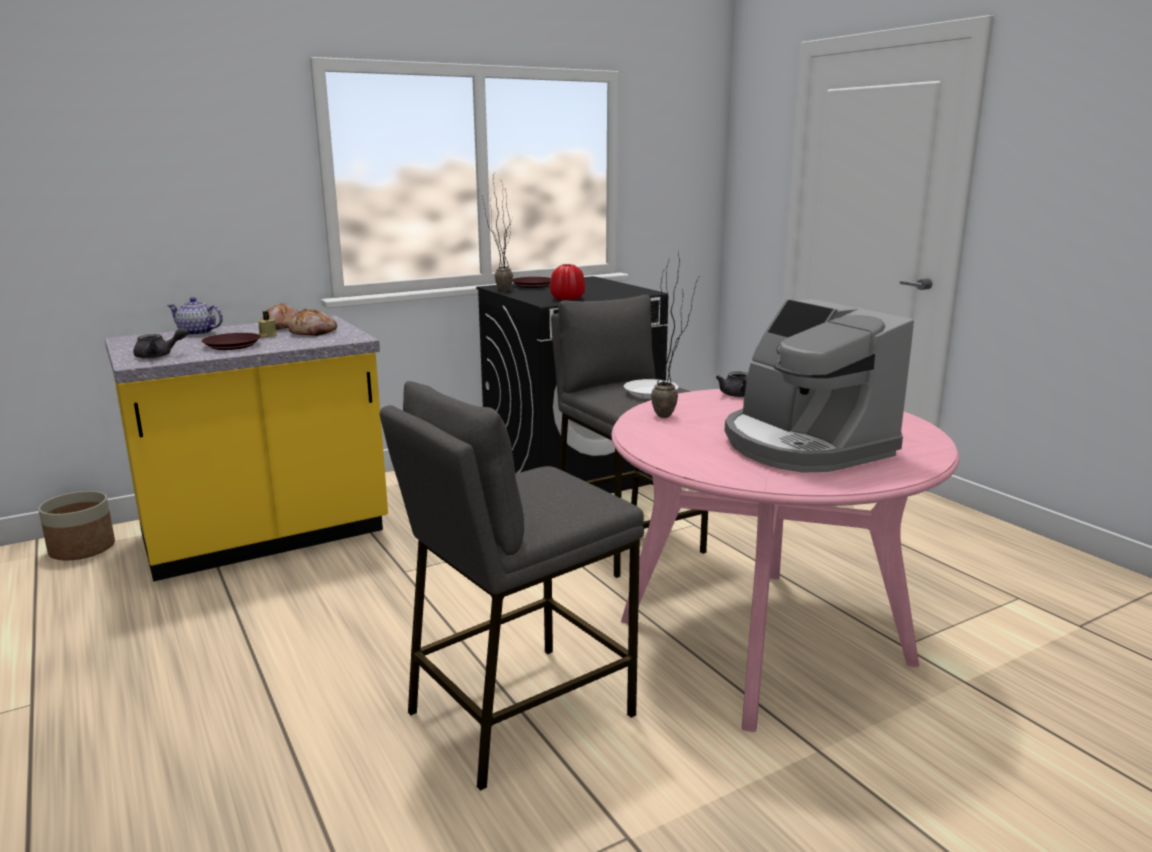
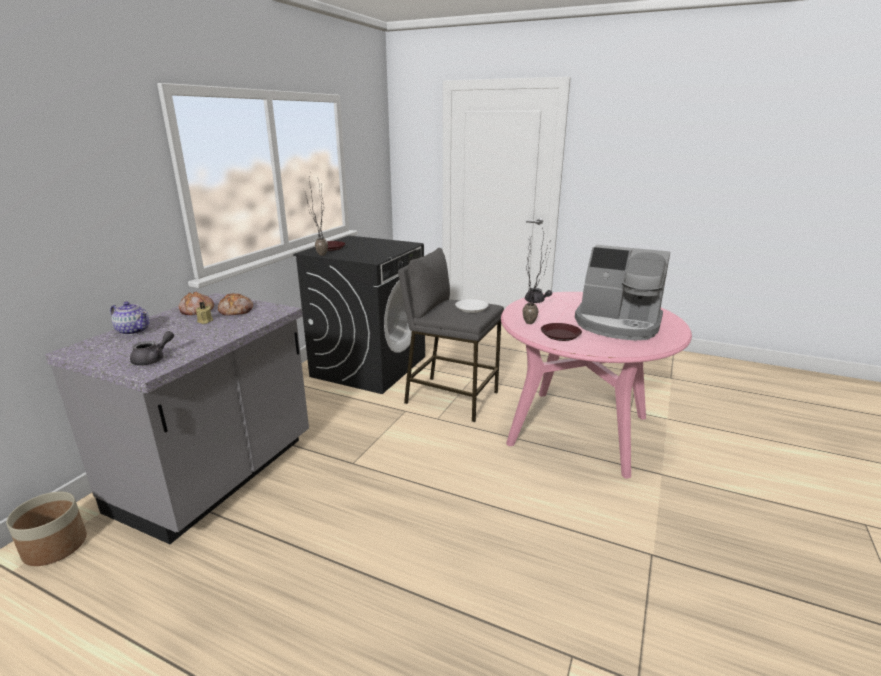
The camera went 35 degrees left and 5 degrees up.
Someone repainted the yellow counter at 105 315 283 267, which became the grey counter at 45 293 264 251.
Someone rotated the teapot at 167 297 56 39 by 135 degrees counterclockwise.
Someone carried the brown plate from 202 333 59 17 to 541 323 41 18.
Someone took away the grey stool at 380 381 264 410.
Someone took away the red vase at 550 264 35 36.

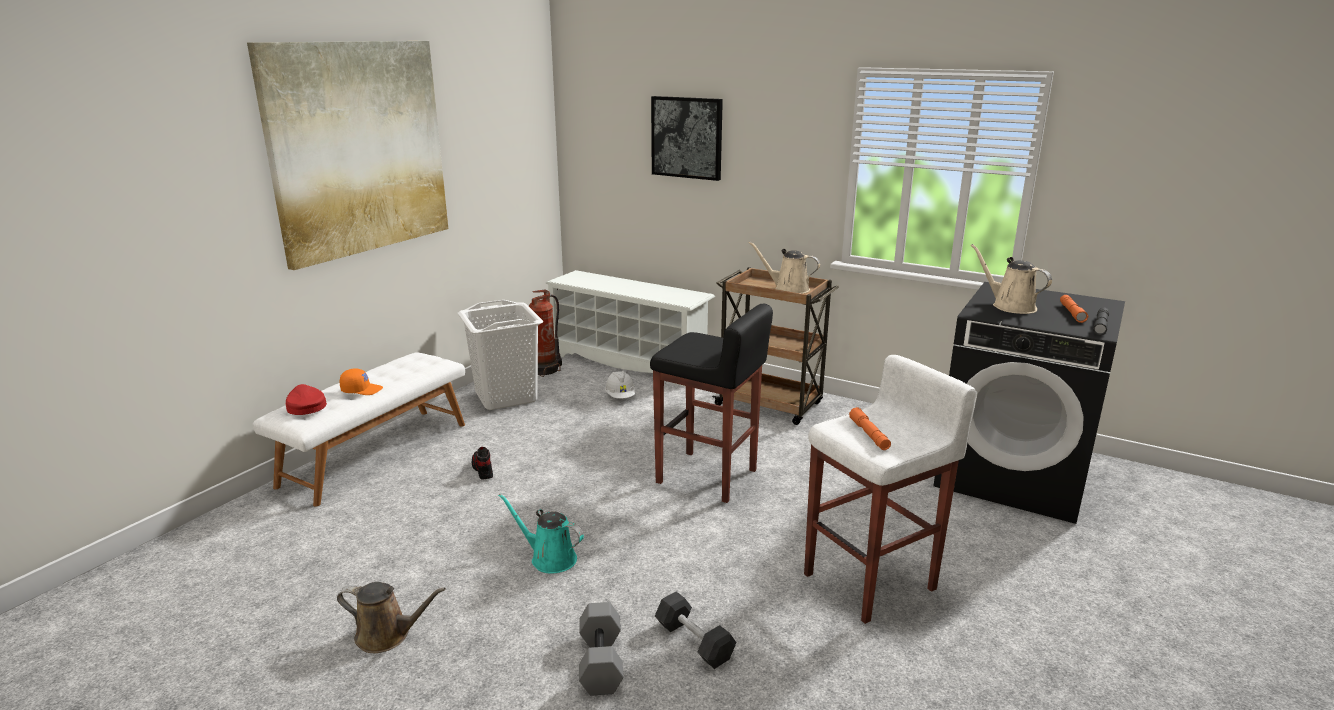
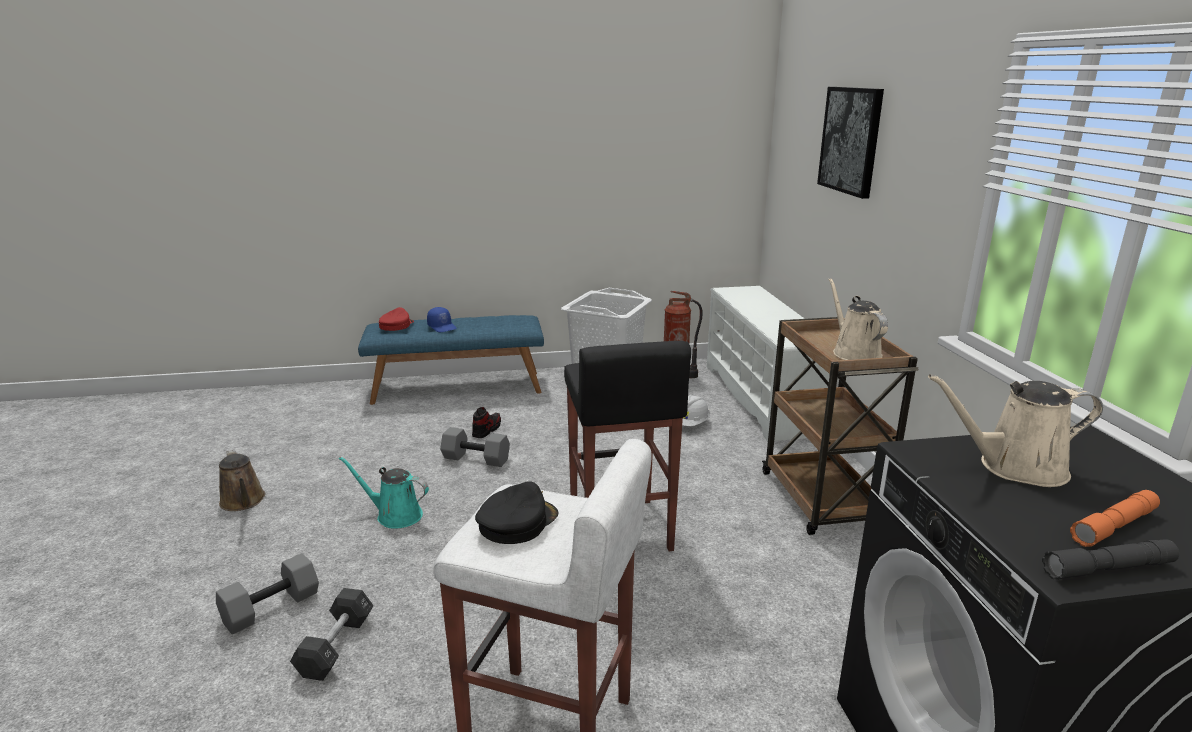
The camera went 50 degrees right and 0 degrees up.
Someone rotated the turquoise watering can at 498 494 86 79 by 60 degrees counterclockwise.
Someone repainted the white bench at 253 352 212 155, which became the blue bench at 358 315 186 90.
Someone repainted the orange cap at 340 368 43 27, which became the blue cap at 427 307 30 25.
Someone put down the grey dumbbell at 440 427 70 40.
Someone swapped the orange flashlight at 849 407 42 43 for the black cap at 475 481 84 63.
Someone rotated the beige watering can at 971 244 81 70 by 105 degrees counterclockwise.
Someone took away the picture at 247 41 201 229.

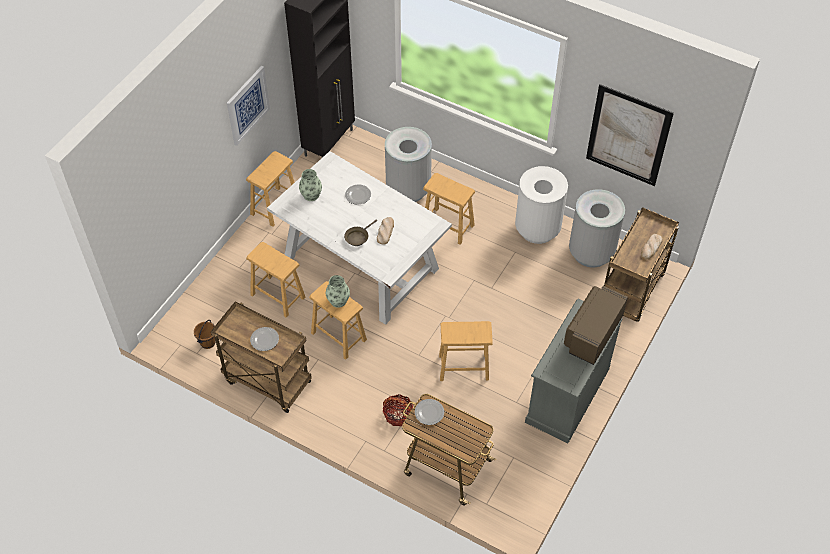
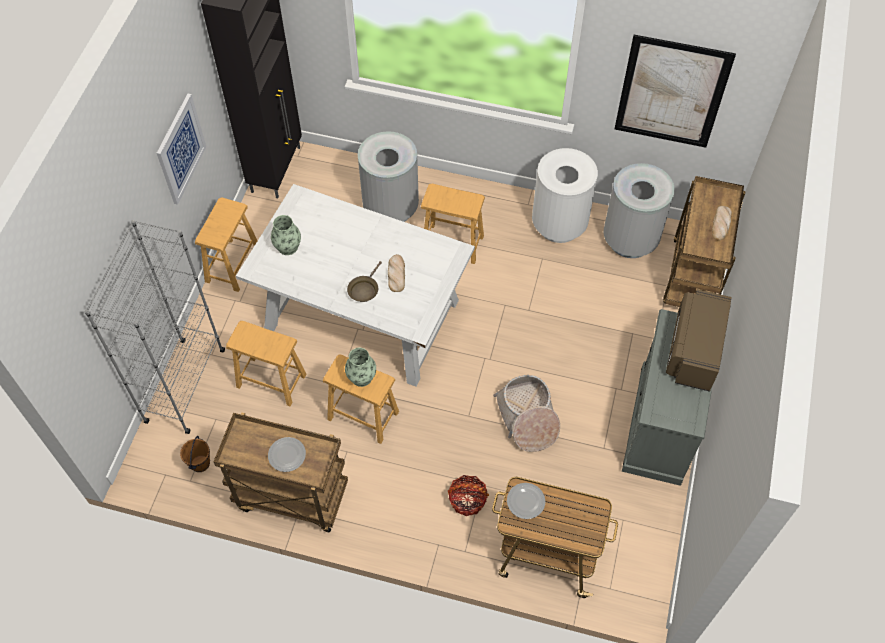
The camera went 15 degrees left and 5 degrees up.
Someone put down the grey bookcase at 85 220 140 214.
Someone swapped the brown stool at 439 321 54 60 for the basket at 493 375 67 77.
Someone took away the plate at 345 185 26 20.

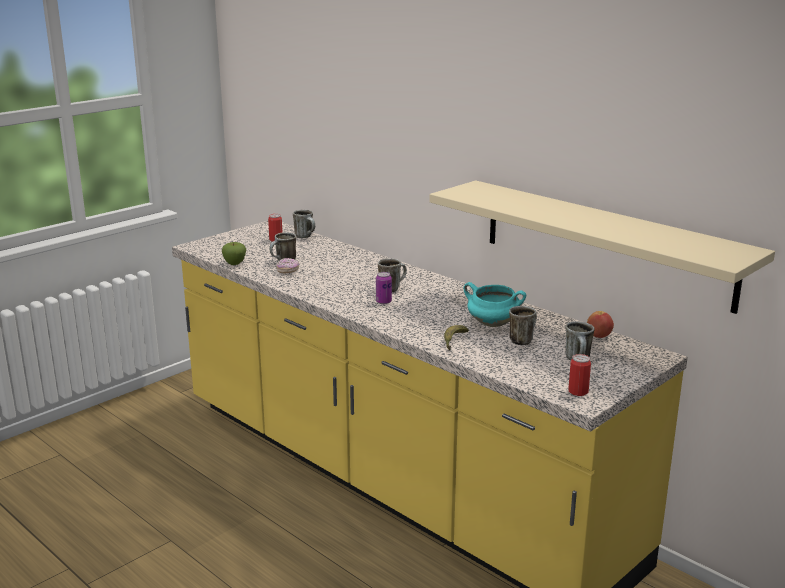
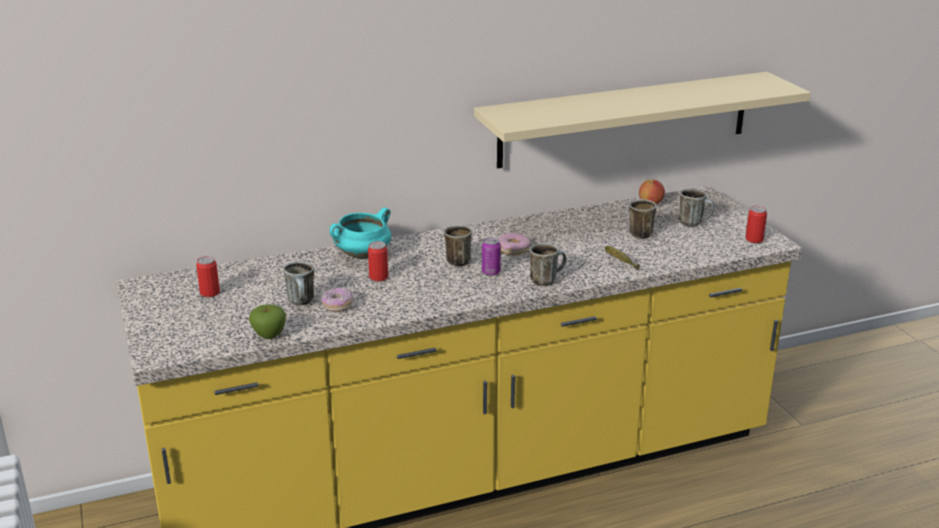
The camera went 65 degrees left and 5 degrees up.
Someone carried the turquoise cooking pot from 463 282 63 45 to 330 207 61 52.
Someone put down the can at 368 241 20 40.
Someone put down the donut at 498 233 32 22.
Someone carried the mug from 293 210 22 28 to 530 243 37 43.

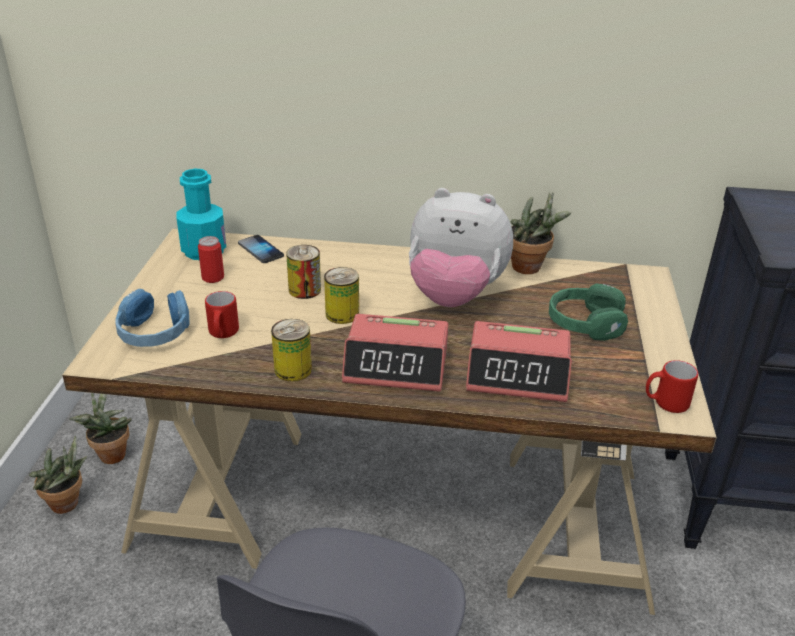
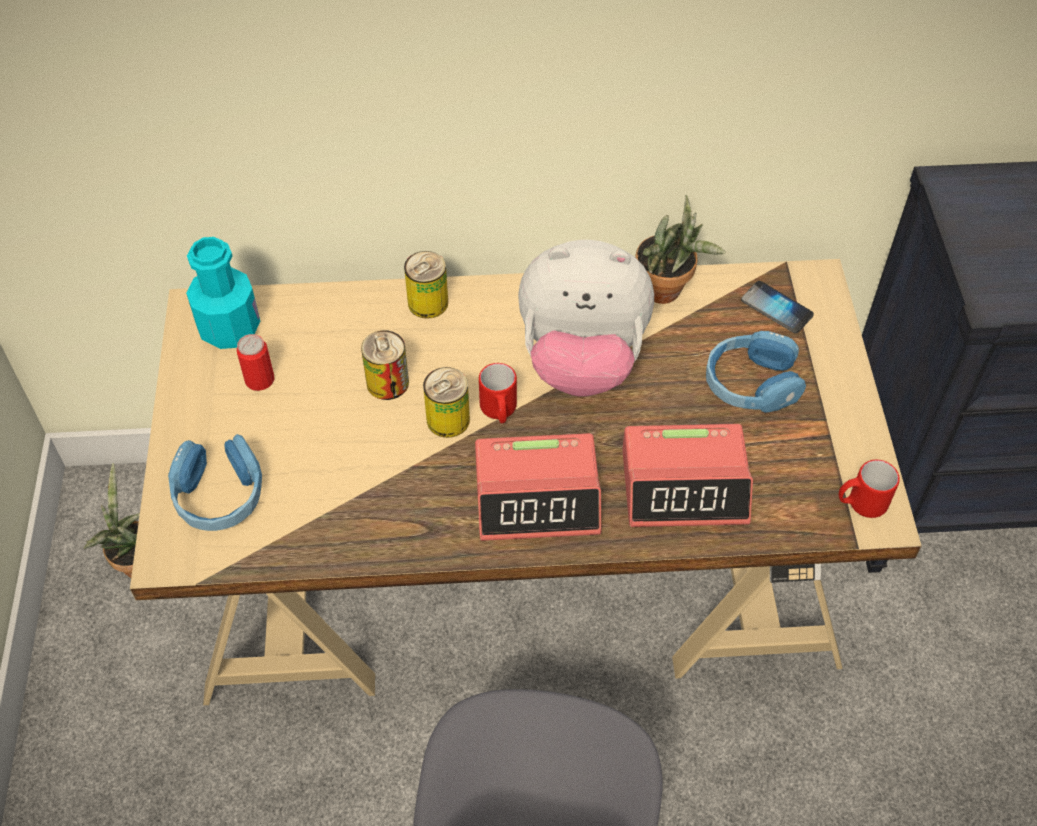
The camera went 10 degrees left and 20 degrees up.
Someone carried the can from 271 319 41 63 to 404 251 44 68.
Someone carried the red mug from 205 291 34 47 to 479 363 38 60.
Someone repainted the green headphones at 549 284 79 57, which became the blue headphones at 706 331 100 82.
Someone carried the phone from 238 235 46 28 to 741 281 73 52.
Someone took away the potted plant at 29 436 58 78.

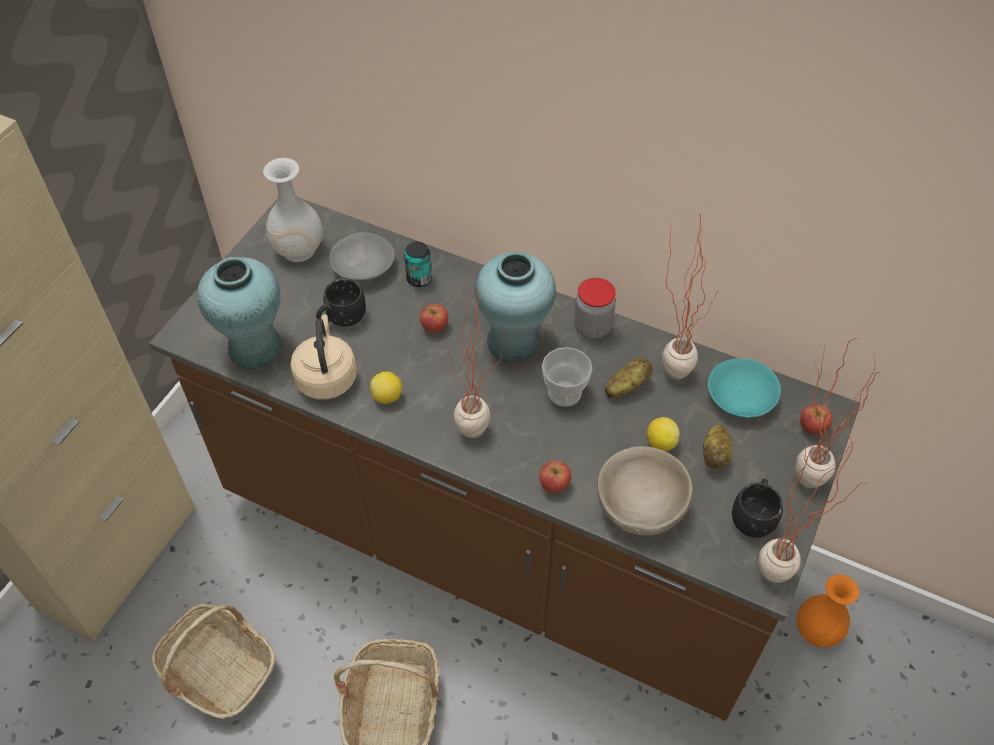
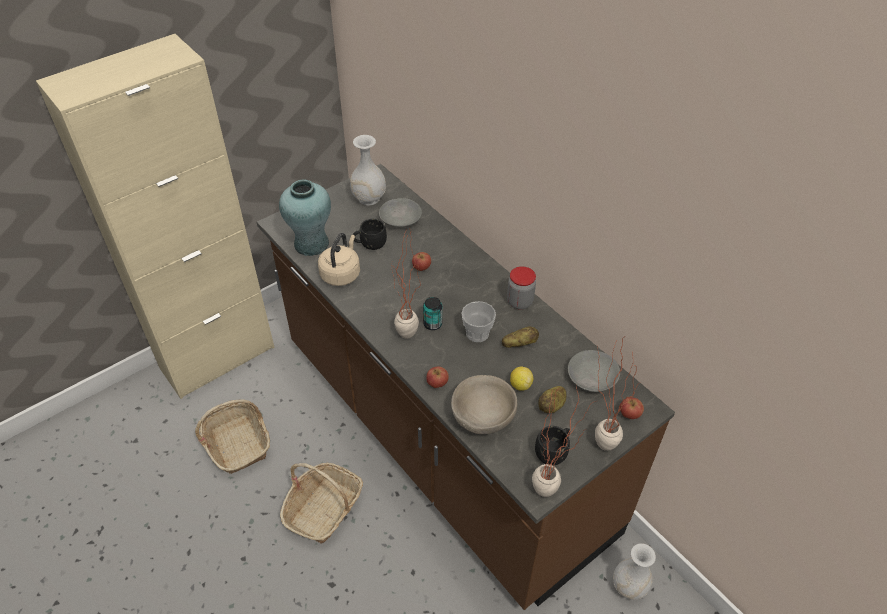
The camera went 25 degrees right and 5 degrees down.
Someone carried the can from 404 241 28 46 to 423 297 19 33.
Someone repainted the turquoise bowl at 708 358 73 60, which became the grey bowl at 568 350 52 42.
Someone repainted the orange vase at 797 574 62 73, which became the white vase at 613 543 43 57.
Someone took away the lemon at 370 371 32 33.
Someone took away the turquoise vase at 475 252 81 111.
Someone took away the potted plant at 662 215 54 164.

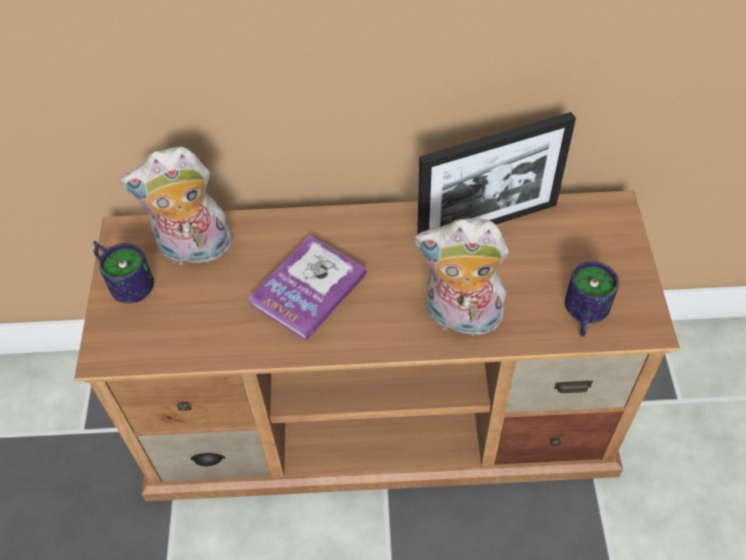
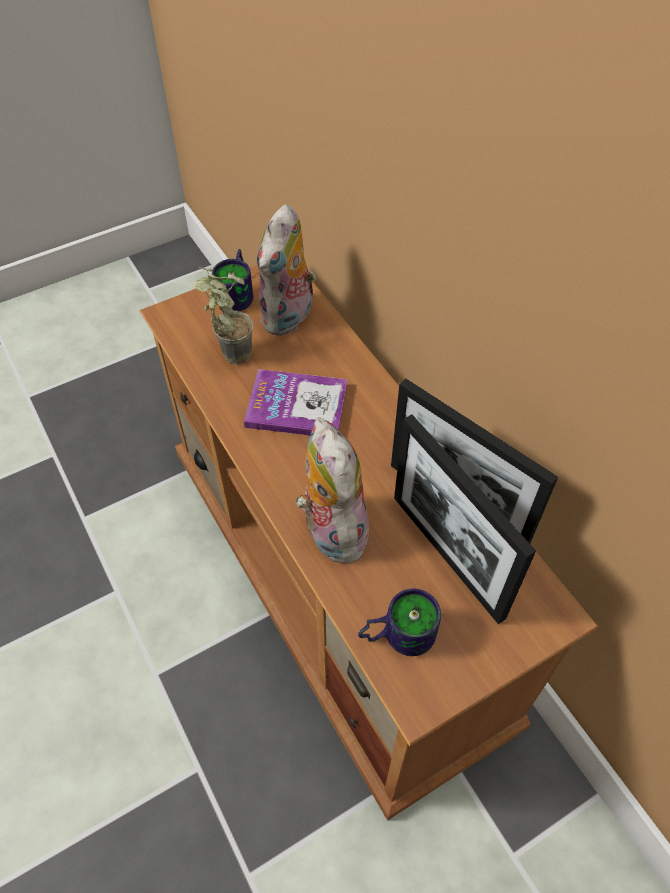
The camera went 60 degrees right and 0 degrees up.
Someone put down the potted plant at 194 267 59 97.
Someone rotated the plush toy at 120 146 114 122 by 120 degrees counterclockwise.
Someone put down the picture frame at 394 414 142 210.

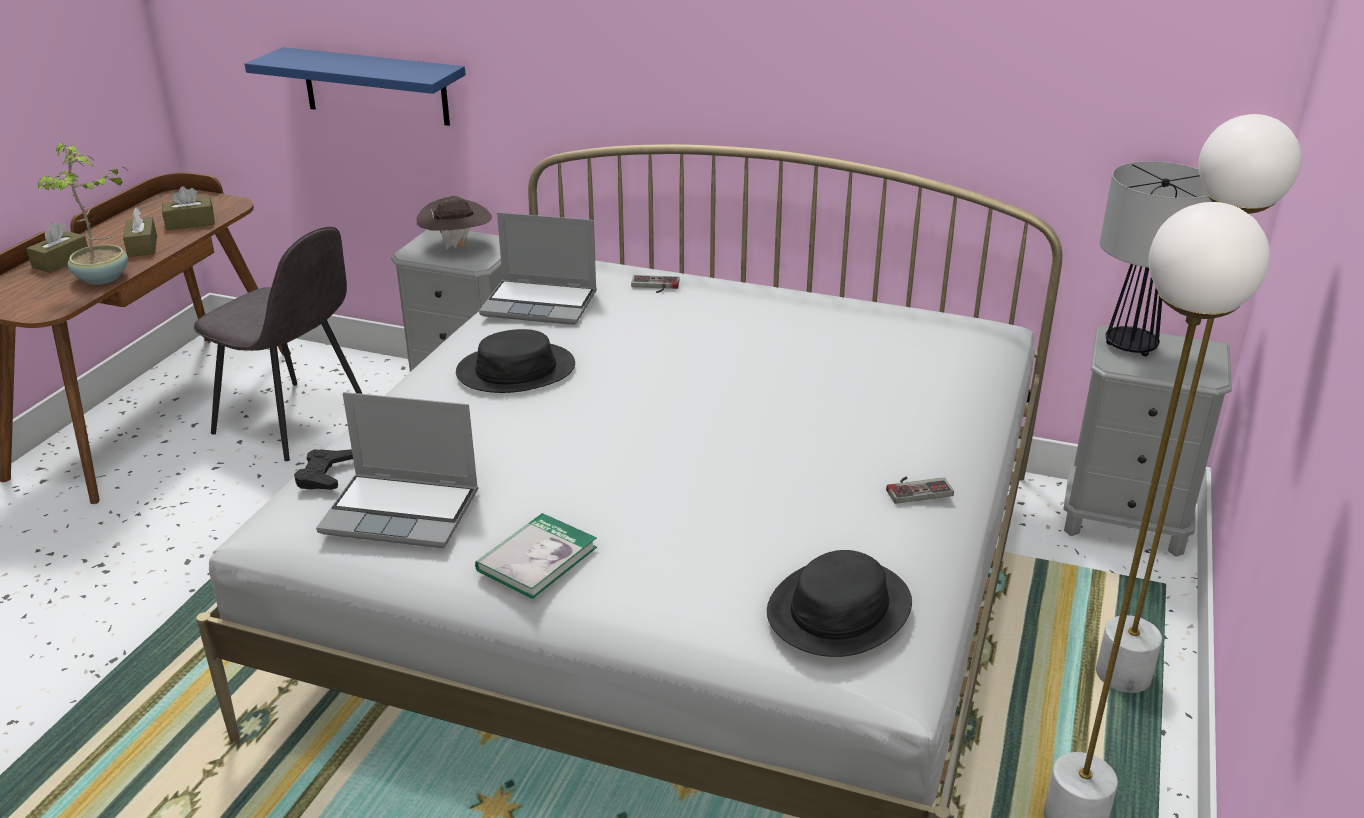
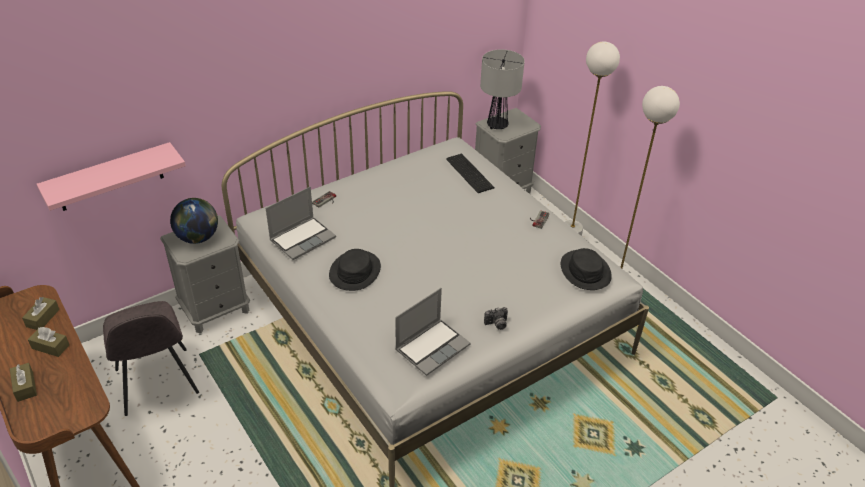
The camera went 55 degrees left and 10 degrees up.
Someone repainted the blue shelf at 245 47 221 79, which became the pink shelf at 37 142 149 69.
Someone rotated the grey chair at 194 227 168 234 by 90 degrees clockwise.
Someone swapped the brown hat at 417 196 75 54 for the globe at 170 198 48 46.
Someone put down the keyboard at 446 154 49 39.
Someone swapped the book at 475 513 122 86 for the photo camera at 484 307 24 23.
Someone took away the potted plant at 37 143 91 142.
Someone took away the black game controller at 294 449 59 41.

